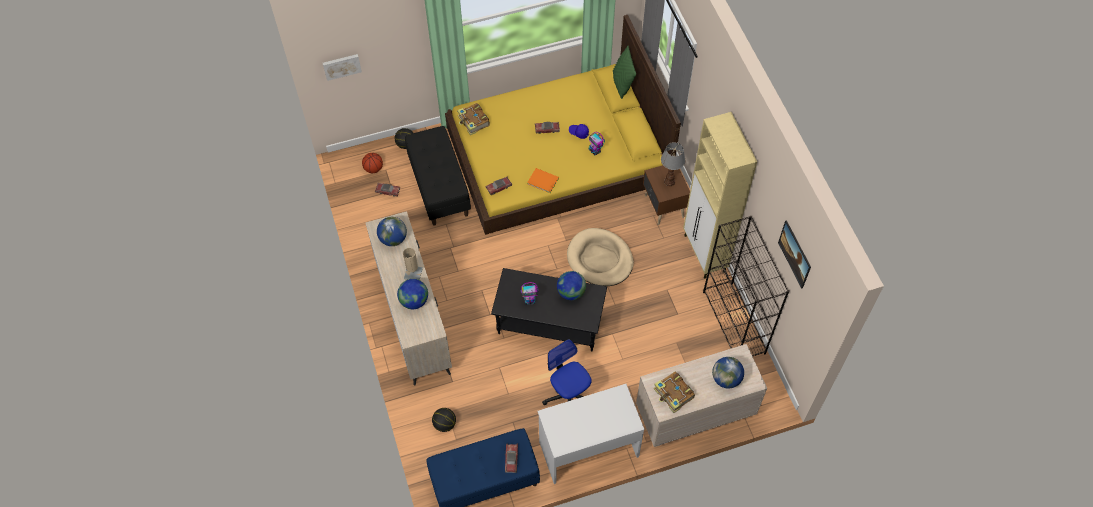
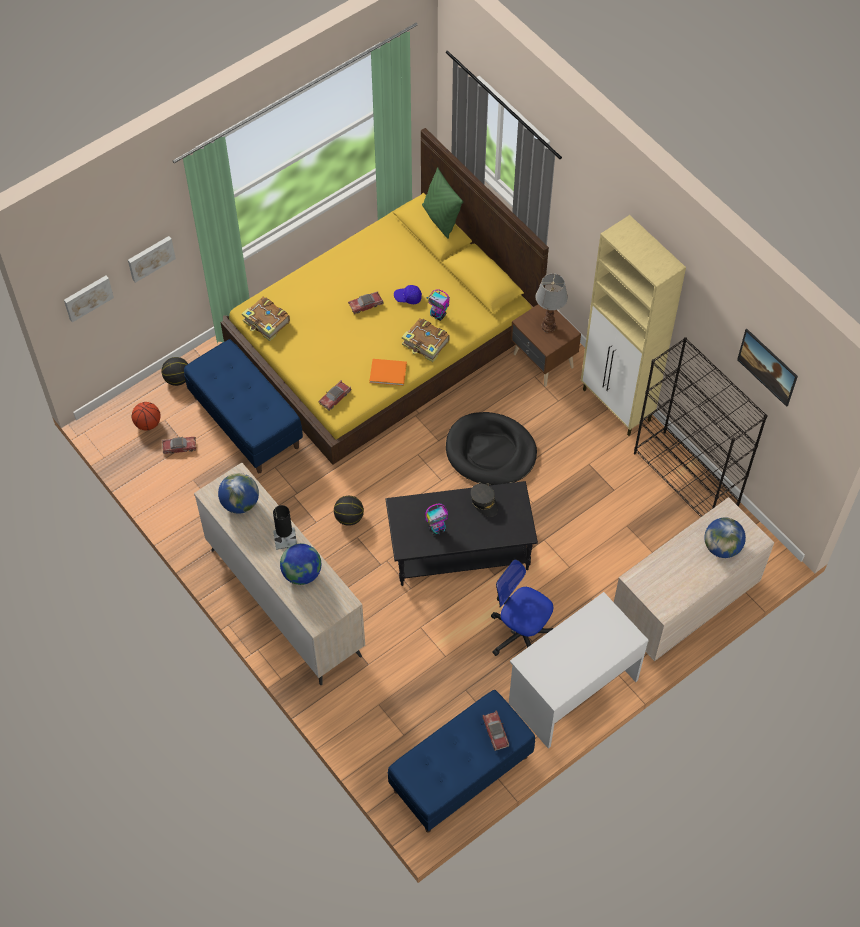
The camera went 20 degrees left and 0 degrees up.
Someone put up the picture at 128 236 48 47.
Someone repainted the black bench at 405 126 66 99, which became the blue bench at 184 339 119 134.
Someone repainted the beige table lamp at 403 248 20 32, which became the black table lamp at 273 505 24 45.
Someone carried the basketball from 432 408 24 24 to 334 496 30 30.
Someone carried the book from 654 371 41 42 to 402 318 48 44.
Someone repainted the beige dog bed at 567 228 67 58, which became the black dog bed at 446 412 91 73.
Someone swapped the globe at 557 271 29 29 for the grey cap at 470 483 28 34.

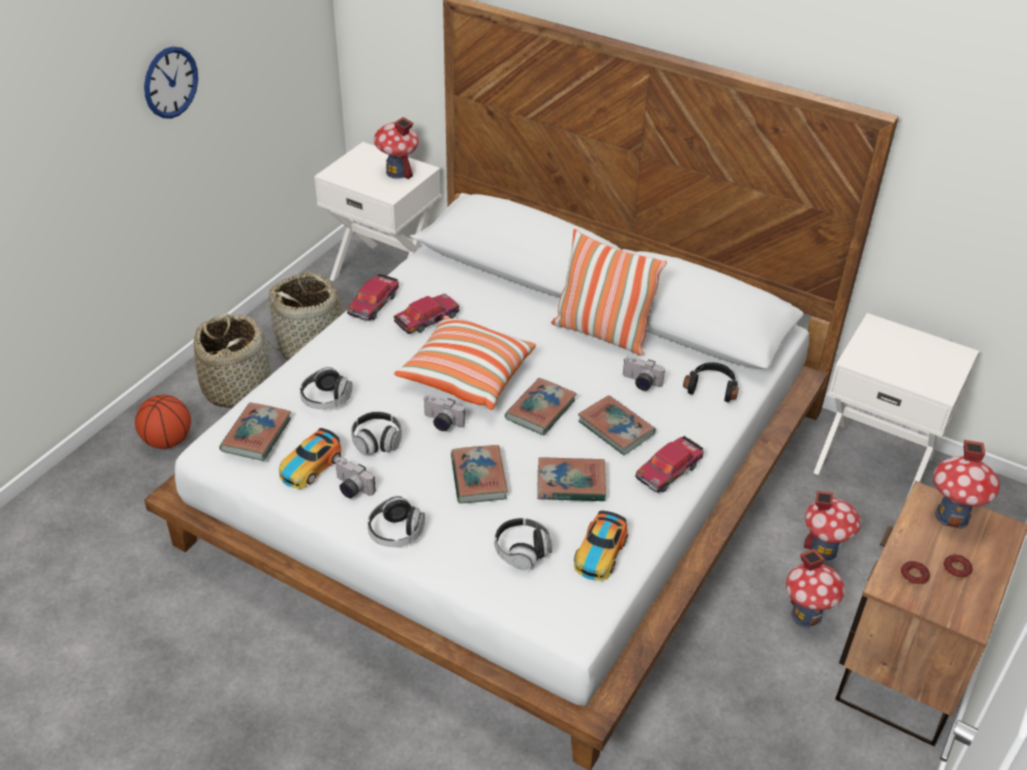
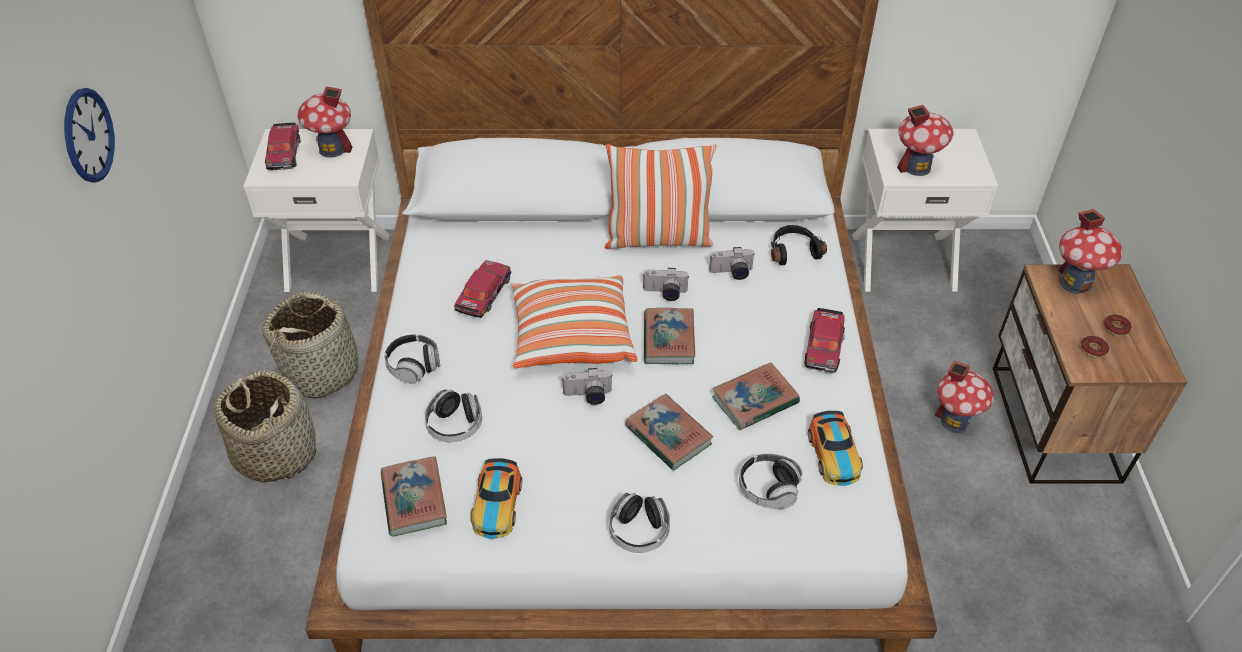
The camera went 30 degrees left and 5 degrees up.
Someone carried the toy car from 347 274 52 47 to 265 123 36 47.
Someone carried the headphones from 351 411 51 44 to 384 334 56 50.
Someone carried the photo camera from 335 457 41 41 to 643 268 46 33.
Someone carried the toy house from 804 491 57 69 to 897 105 56 71.
Someone took away the basketball at 135 395 56 54.
Someone took away the book at 578 395 78 60.

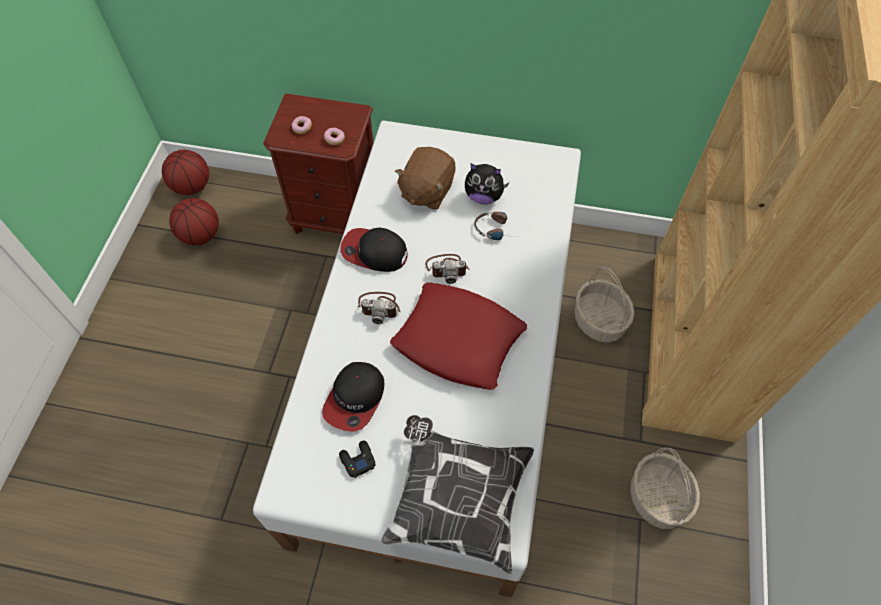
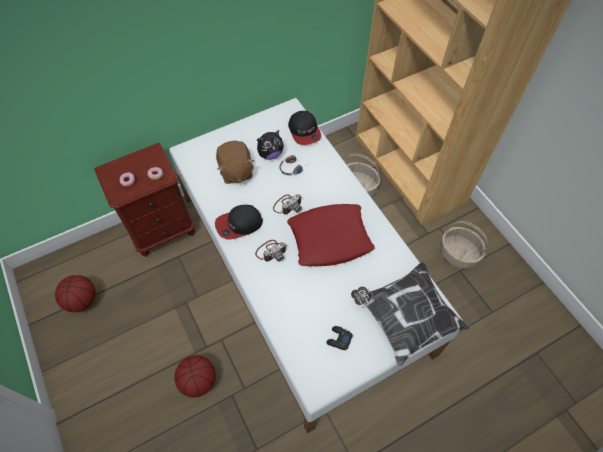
The camera went 40 degrees left and 0 degrees up.
Someone carried the basketball from 162 150 47 45 to 174 355 42 43.
Someone carried the cap from 322 362 62 70 to 288 111 33 34.

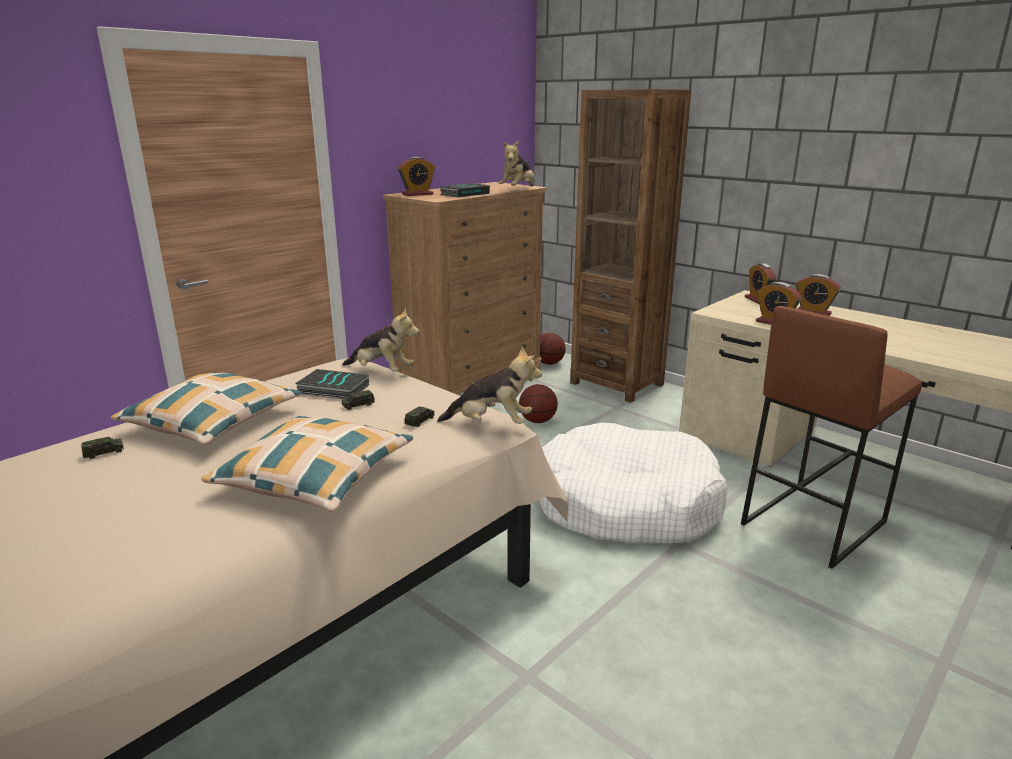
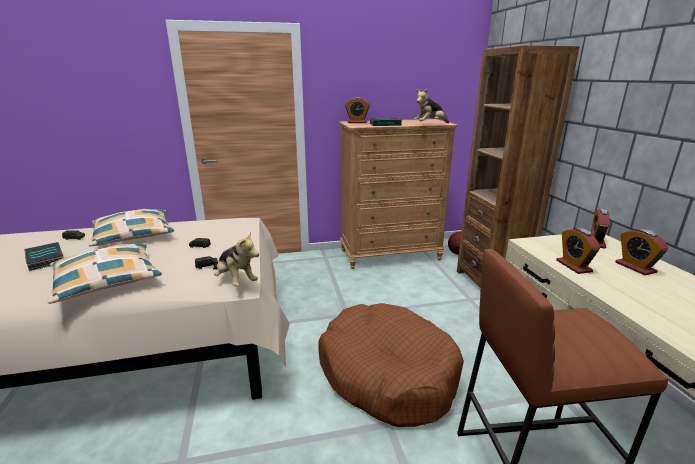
The camera went 35 degrees right and 0 degrees up.
Someone carried the book from 296 369 73 30 to 24 242 39 29.
Someone repainted the white dog bed at 539 423 189 120, which became the brown dog bed at 318 303 146 124.
Someone took away the plush toy at 342 308 78 64.
Someone took away the basketball at 519 384 39 39.

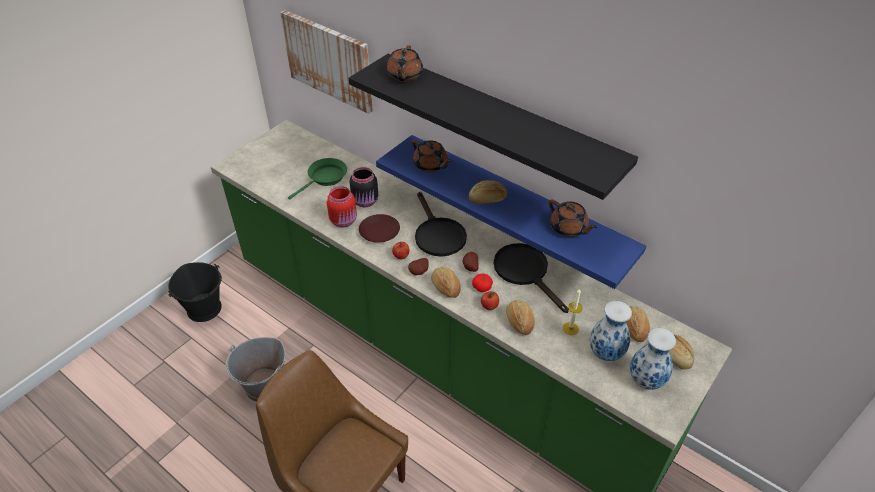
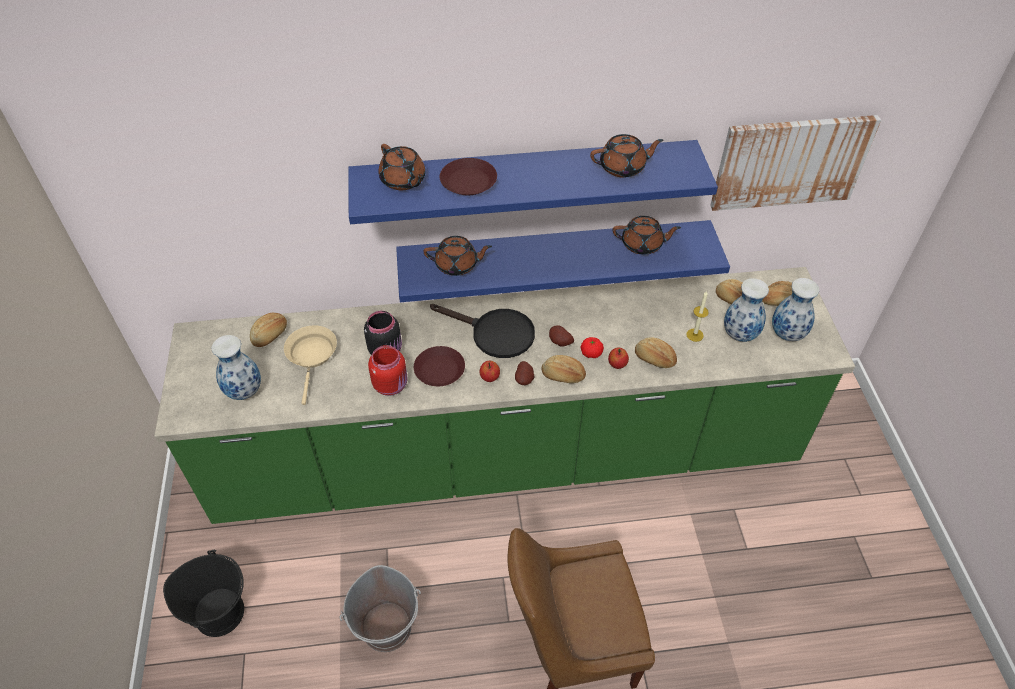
The camera went 45 degrees left and 5 degrees up.
Someone put down the vase at 212 335 49 65.
Someone carried the bread from 469 180 38 24 to 250 312 37 35.
Someone repainted the green frying pan at 288 158 59 42, which became the beige frying pan at 284 325 53 80.
Someone repainted the black shelf at 349 53 289 147, which became the blue shelf at 349 140 369 84.
Someone put down the brown plate at 440 158 57 37.
Someone put down the brown teapot at 590 134 73 44.
Someone carried the picture from 280 10 93 104 to 710 115 171 96.
Someone took away the black frying pan at 494 243 75 70.

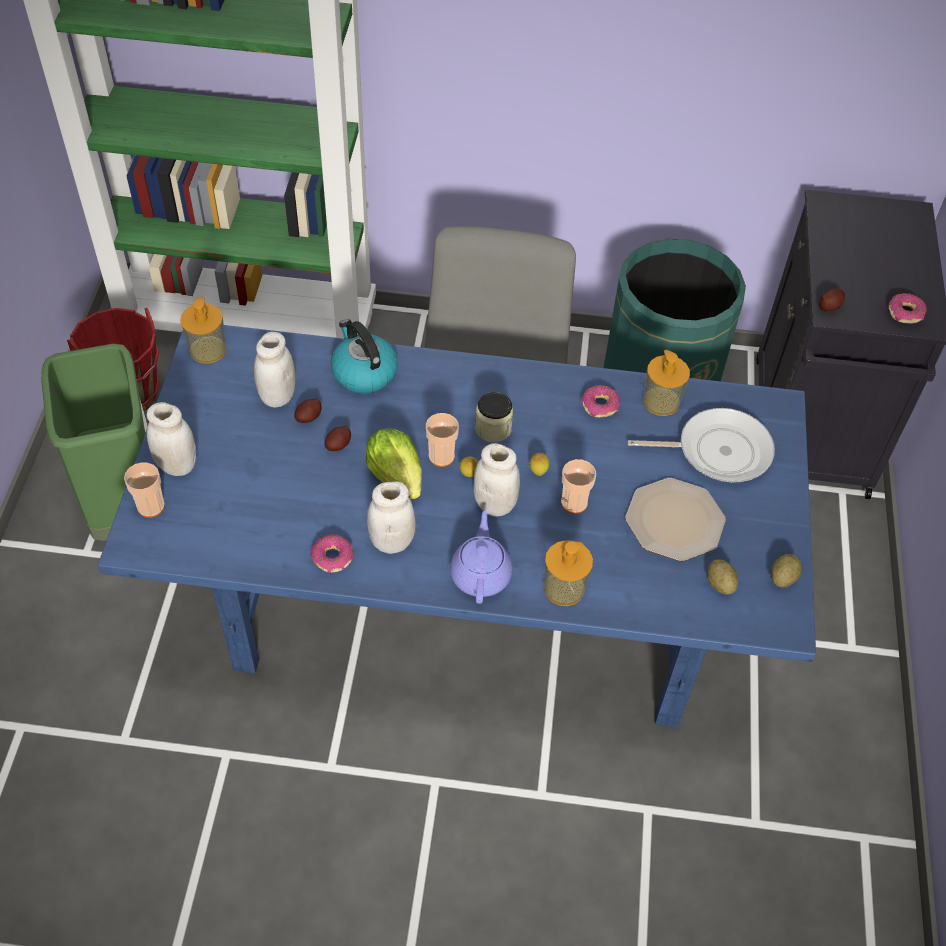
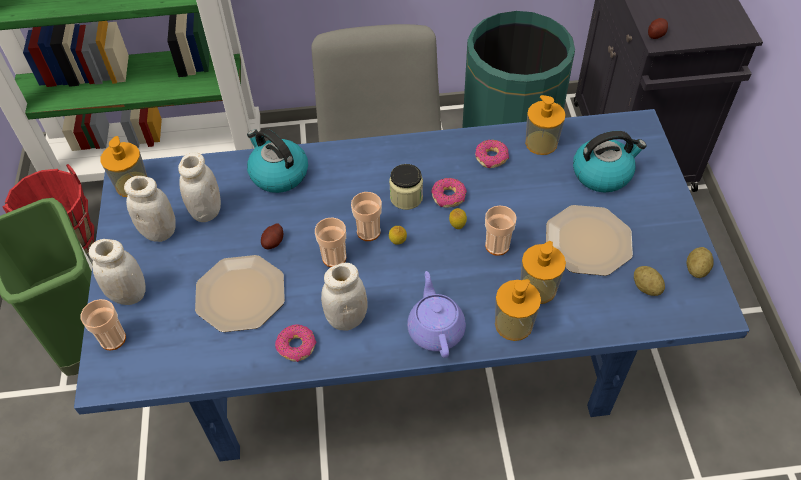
The camera went 10 degrees left and 0 degrees up.
Someone carried the white jar from 473 443 47 74 to 124 176 52 66.
Someone put down the plate at 195 255 90 77.
Someone swapped the lettuce at 366 428 56 71 for the cup at 315 218 31 49.
Someone carried the donut from 889 293 38 30 to 431 178 36 30.
Someone put down the soap dispenser at 520 241 46 63.
Someone swapped the frying pan at 628 408 147 74 for the kettle at 573 131 73 62.
Someone took away the potato at 294 398 27 25.

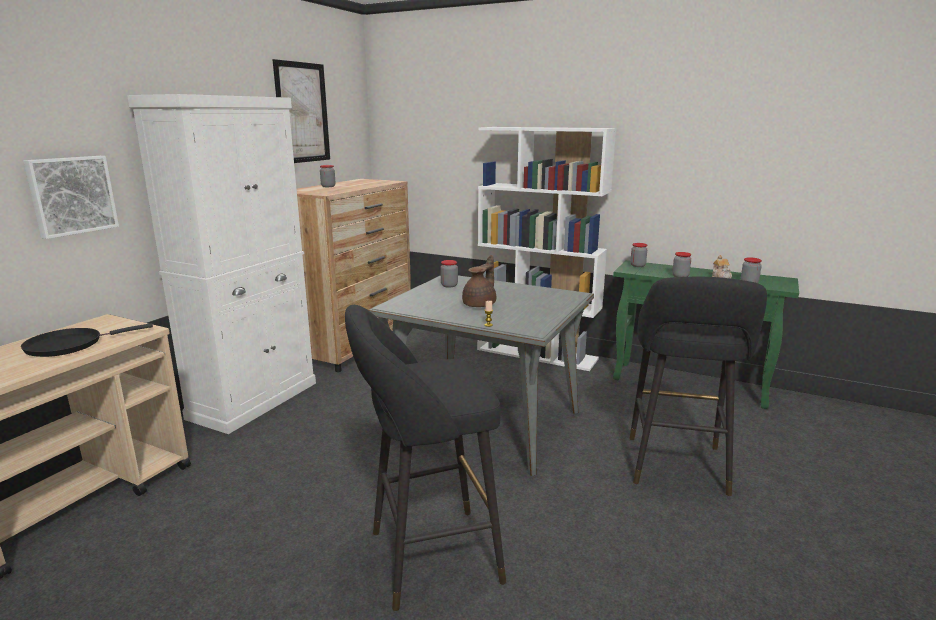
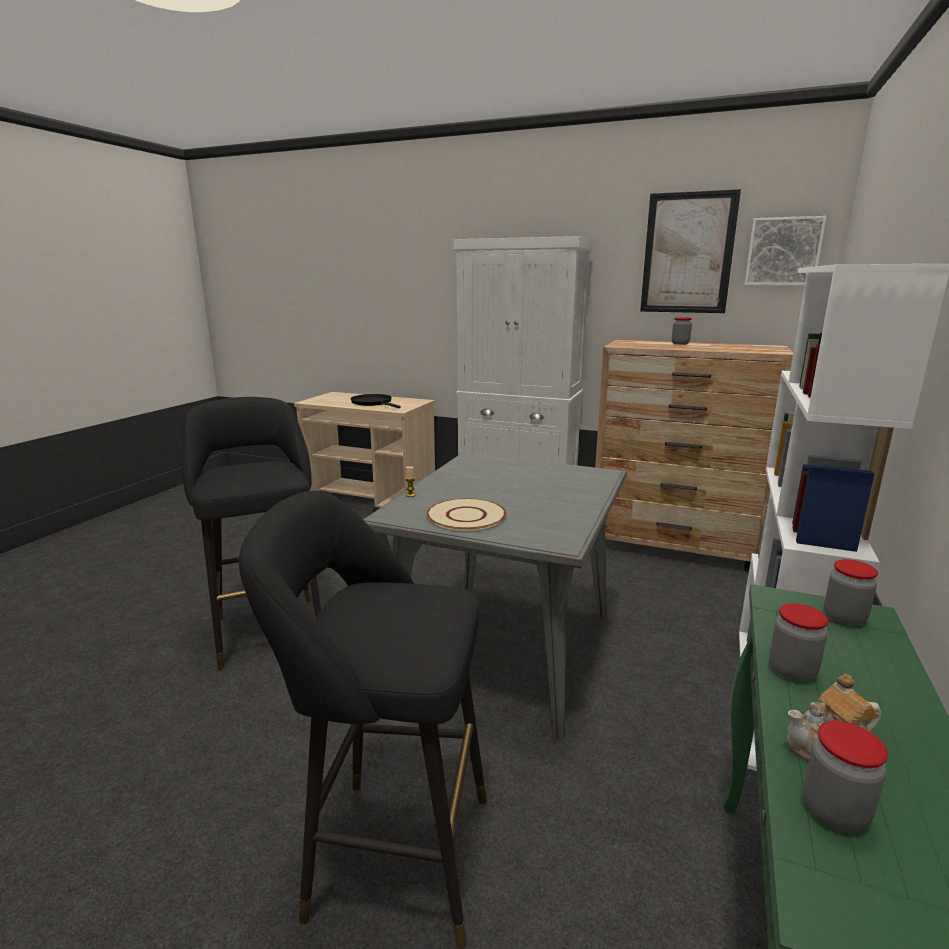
The camera went 85 degrees right and 0 degrees up.
Someone put down the beige plate at 426 498 80 33.
Someone carried the picture from 23 156 96 83 to 745 216 82 70.
Someone took away the jar at 440 260 18 28.
Someone took away the brown teapot at 462 255 34 52.

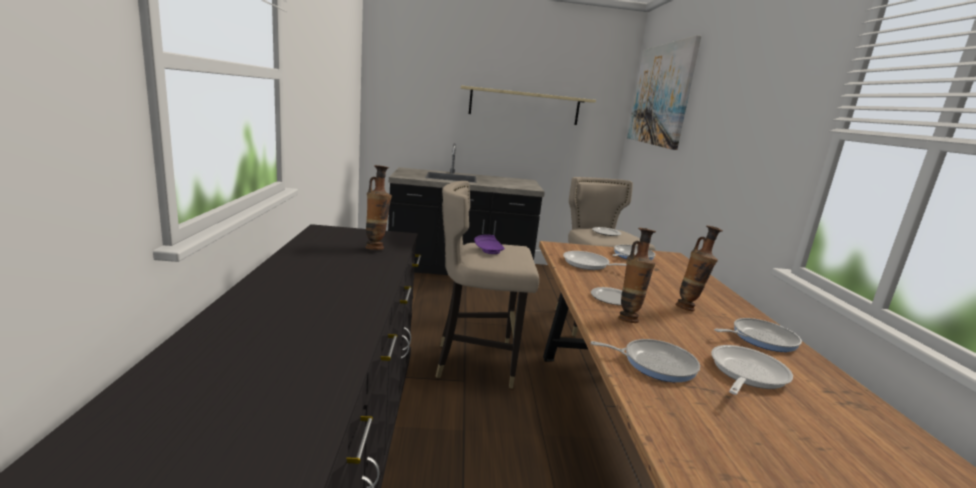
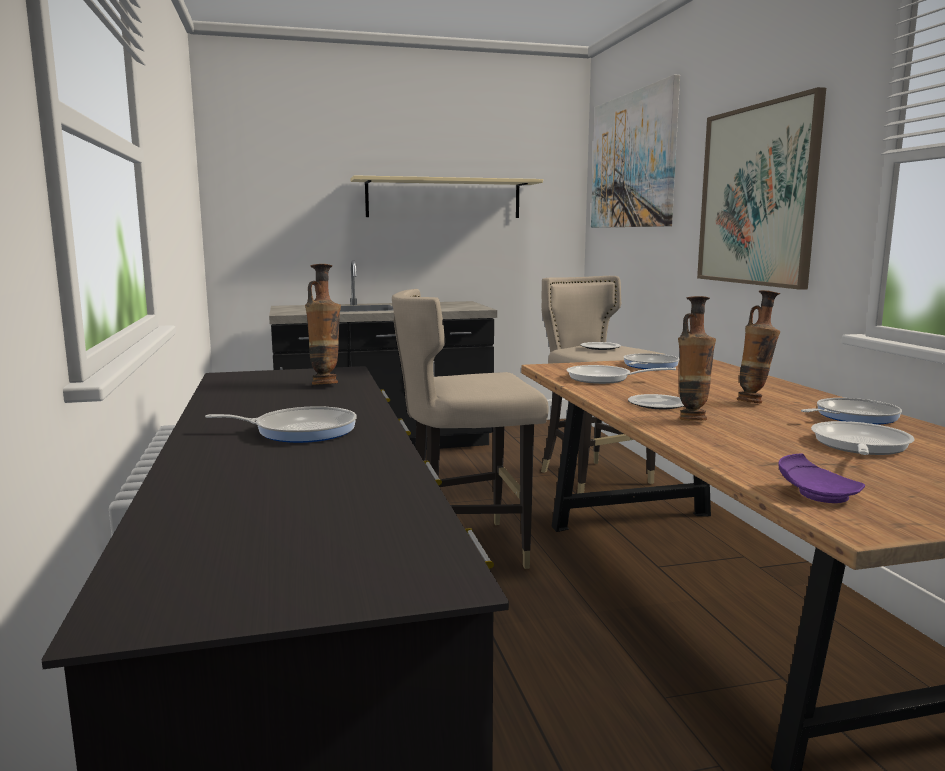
The camera went 10 degrees left and 5 degrees down.
Someone carried the frying pan from 590 339 110 43 to 205 406 152 37.
Someone put up the picture at 697 87 129 203.
Someone carried the purple plate from 474 235 31 19 to 778 453 87 50.

